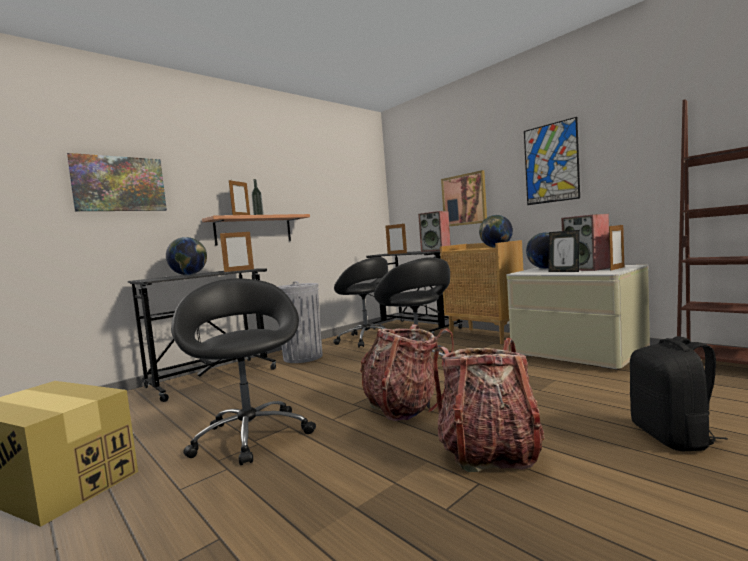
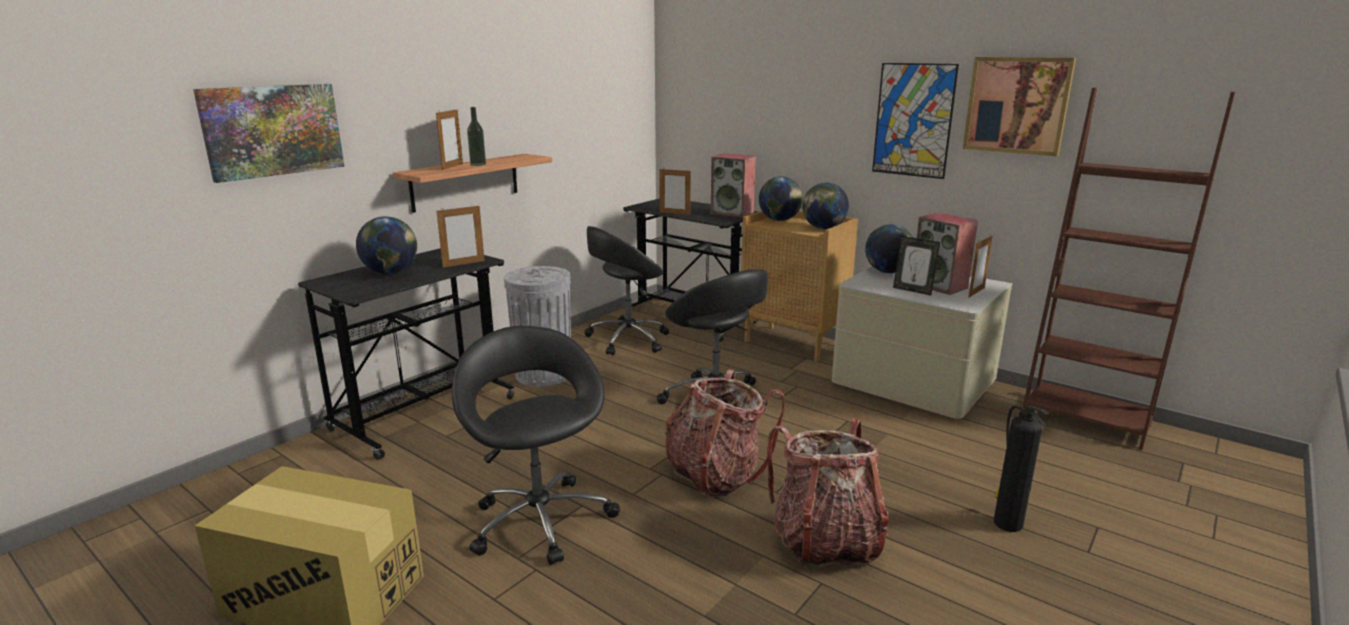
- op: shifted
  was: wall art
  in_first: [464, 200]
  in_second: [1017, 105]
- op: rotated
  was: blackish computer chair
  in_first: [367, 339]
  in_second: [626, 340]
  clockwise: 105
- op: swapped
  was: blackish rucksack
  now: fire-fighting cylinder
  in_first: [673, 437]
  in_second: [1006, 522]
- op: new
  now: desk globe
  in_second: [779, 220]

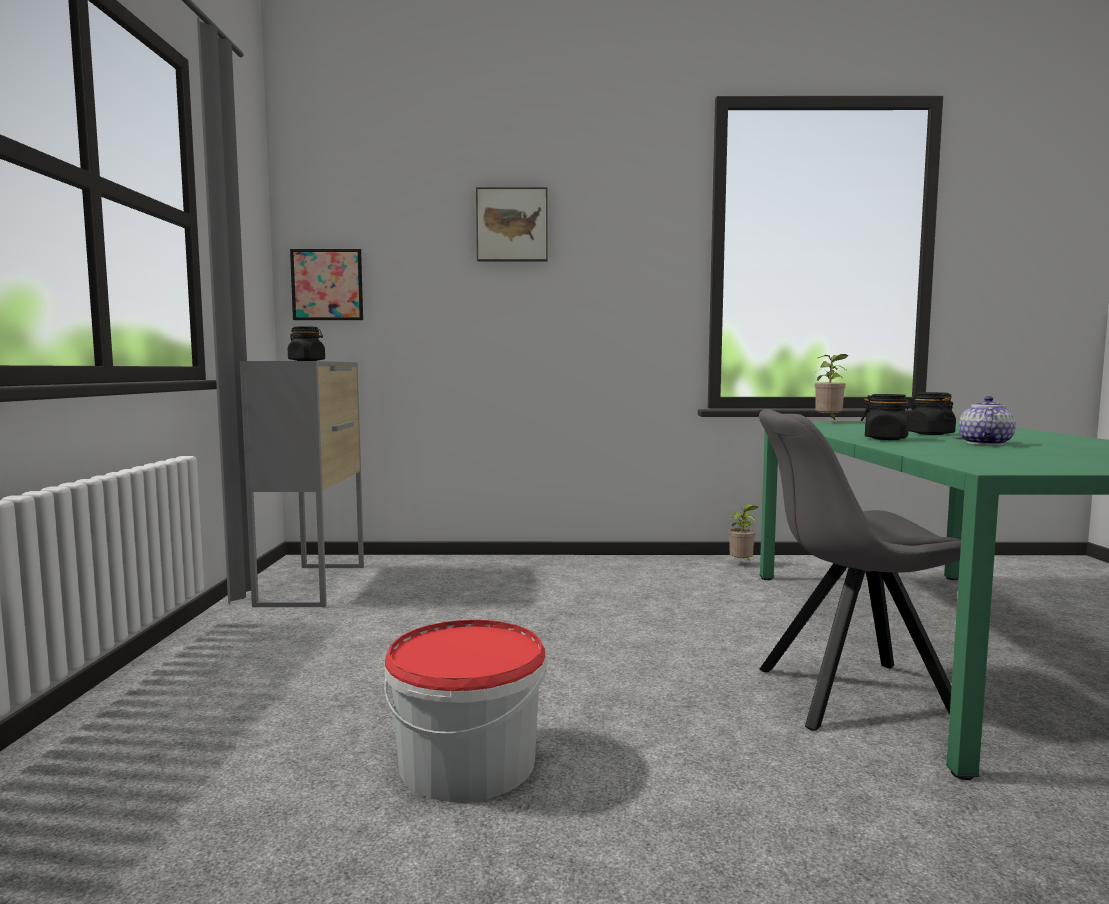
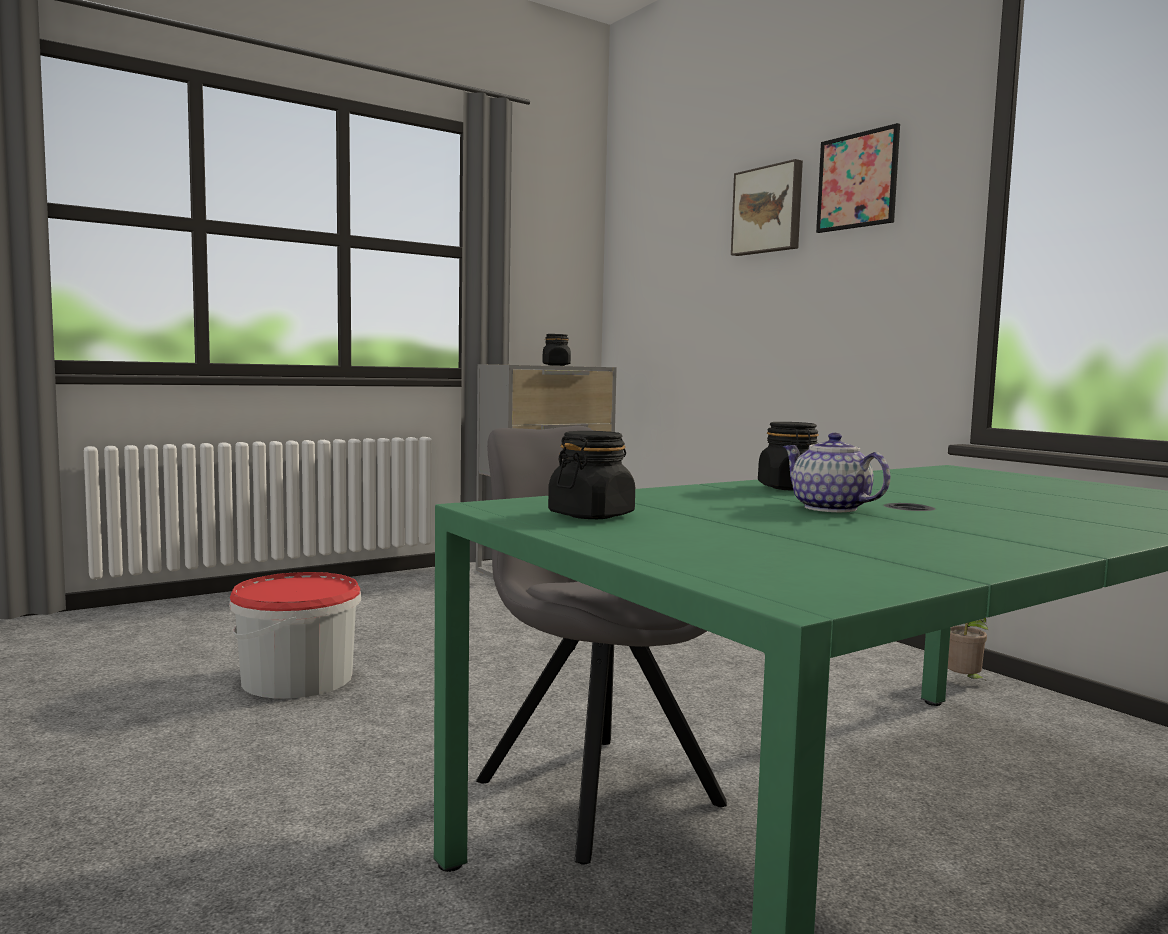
- op: shifted
  was: wall art
  in_first: [327, 285]
  in_second: [857, 181]
- op: gone
  was: plant in a pot
  in_first: [829, 421]
- op: shifted
  was: blackish jar
  in_first: [930, 434]
  in_second: [591, 515]
- op: rotated
  was: pot for tea
  in_first: [984, 443]
  in_second: [830, 508]
  clockwise: -120

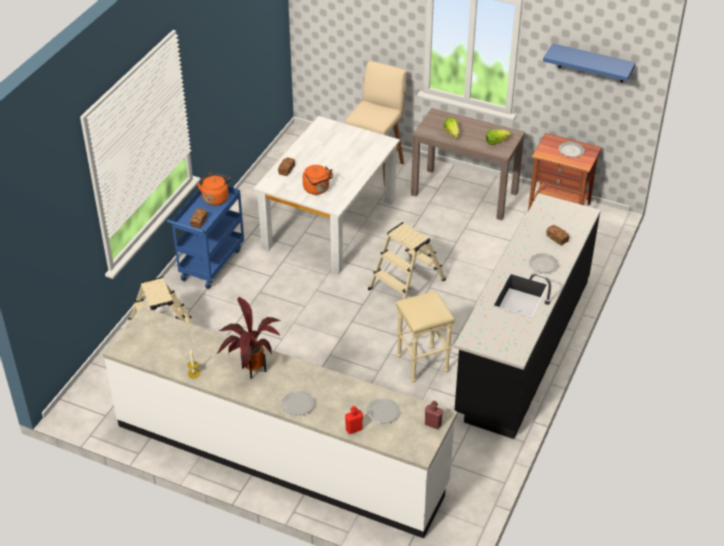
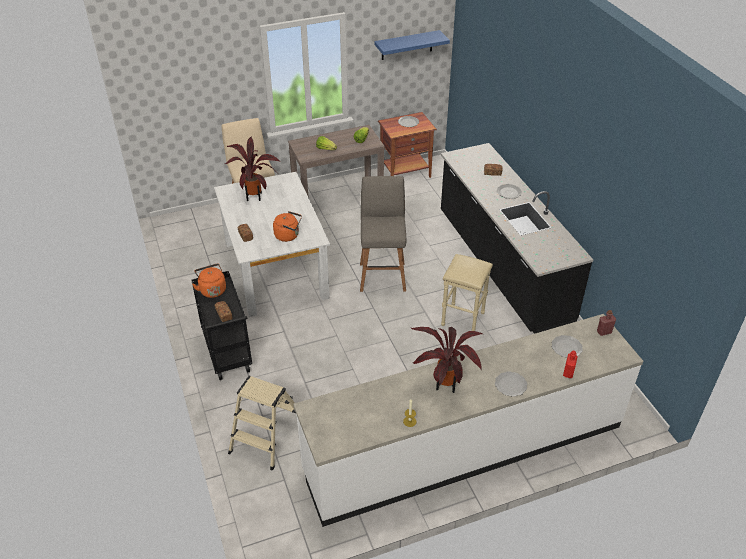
- op: repainted
  was: bluish trolley
  now: blackish trolley
  in_first: [211, 266]
  in_second: [228, 354]
- op: swapped
  was: beige-coloured step stool
  now: gray stool seat
  in_first: [407, 284]
  in_second: [382, 275]
- op: new
  now: plant in a pot
  in_second: [255, 195]

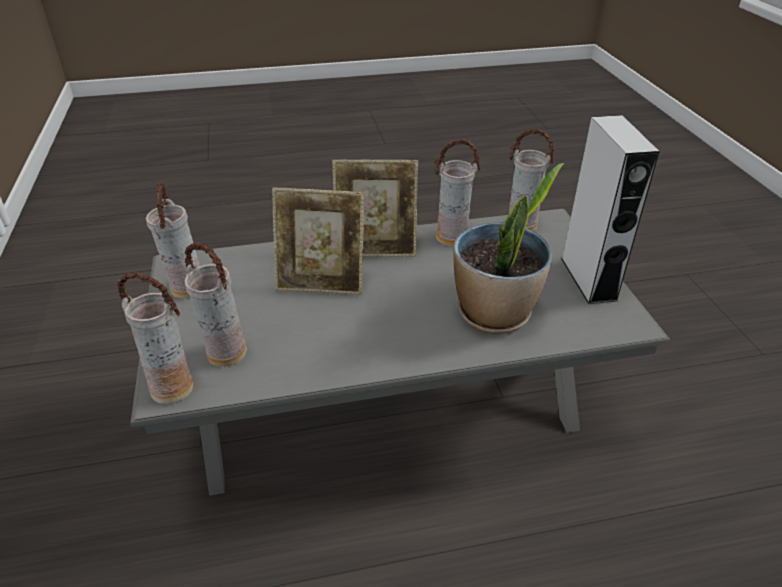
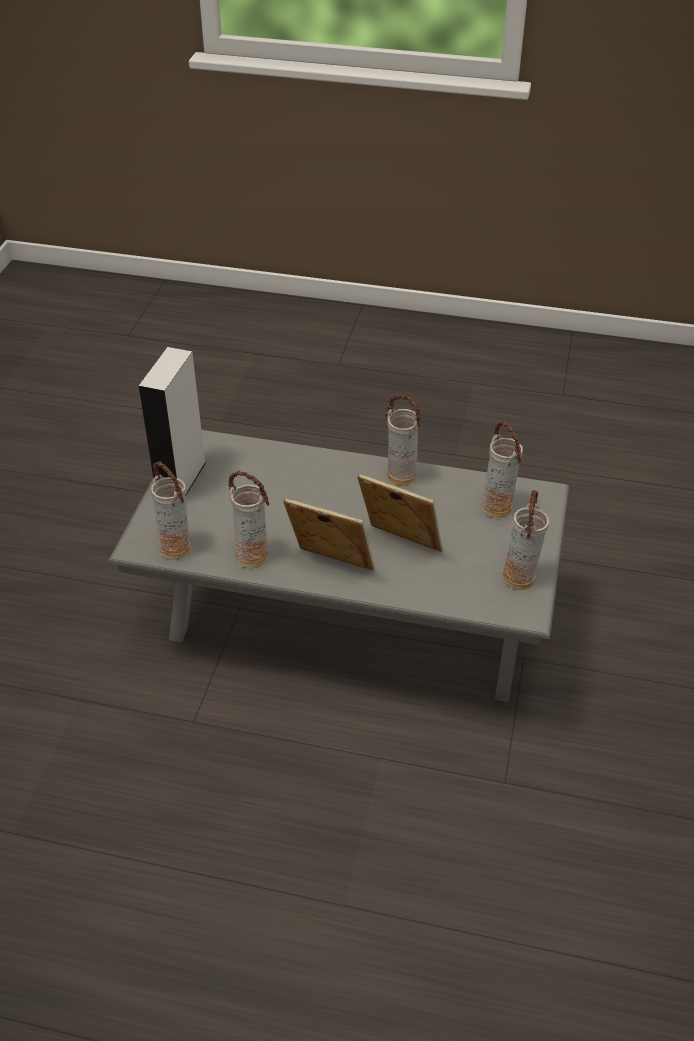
- op: gone
  was: plant in a pot
  in_first: [494, 314]
- op: shifted
  was: decorative vase
  in_first: [173, 387]
  in_second: [401, 477]

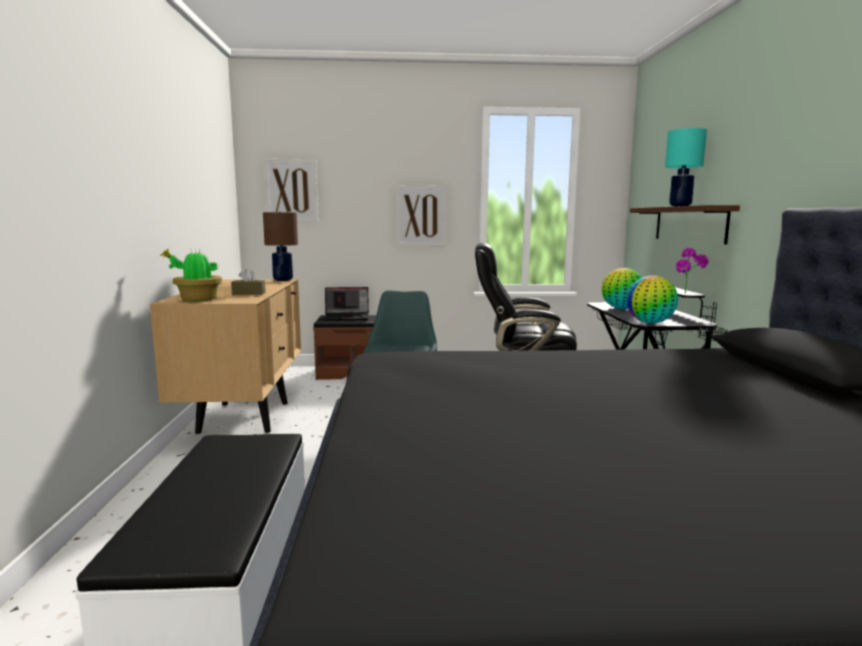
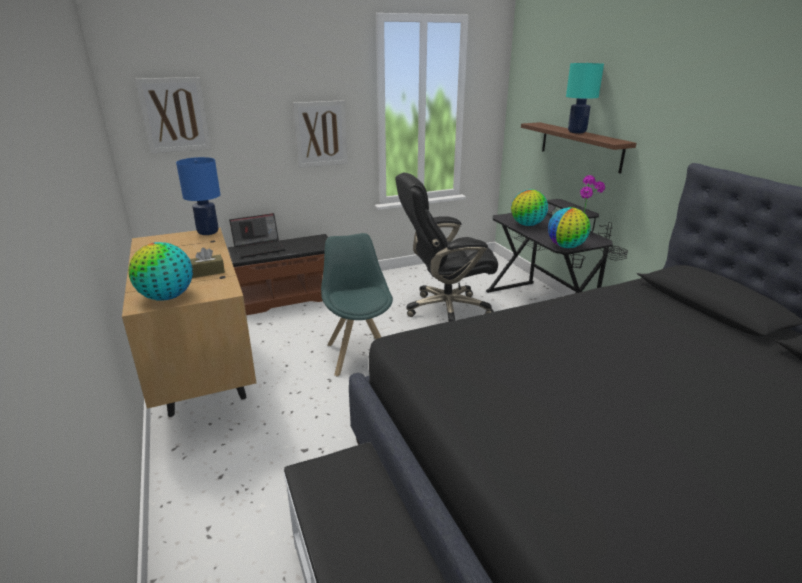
- op: repainted
  was: brown-coloured tabletop lamp
  now: bluish tabletop lamp
  in_first: [282, 280]
  in_second: [208, 233]
- op: swapped
  was: plant in a pot
  now: desk globe
  in_first: [197, 300]
  in_second: [167, 297]

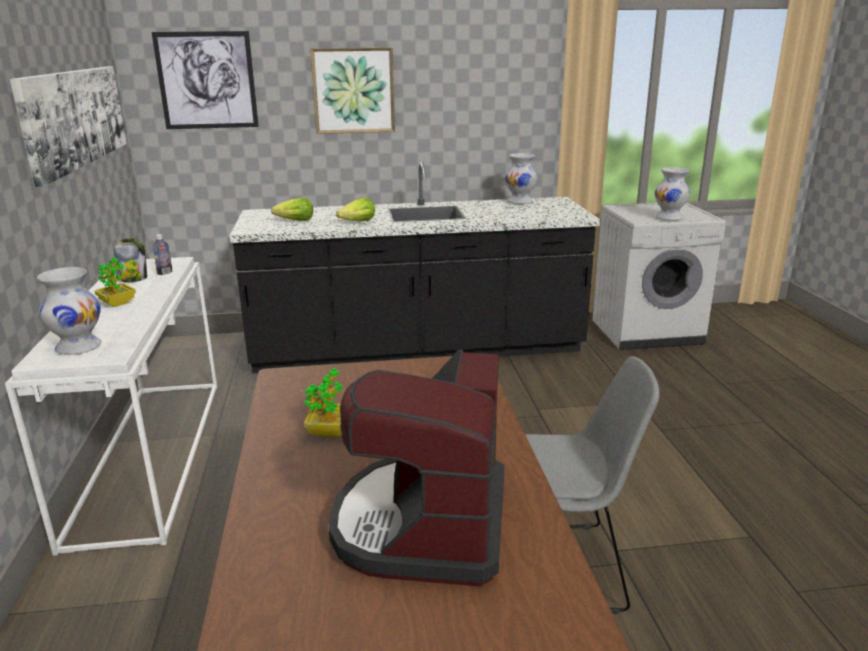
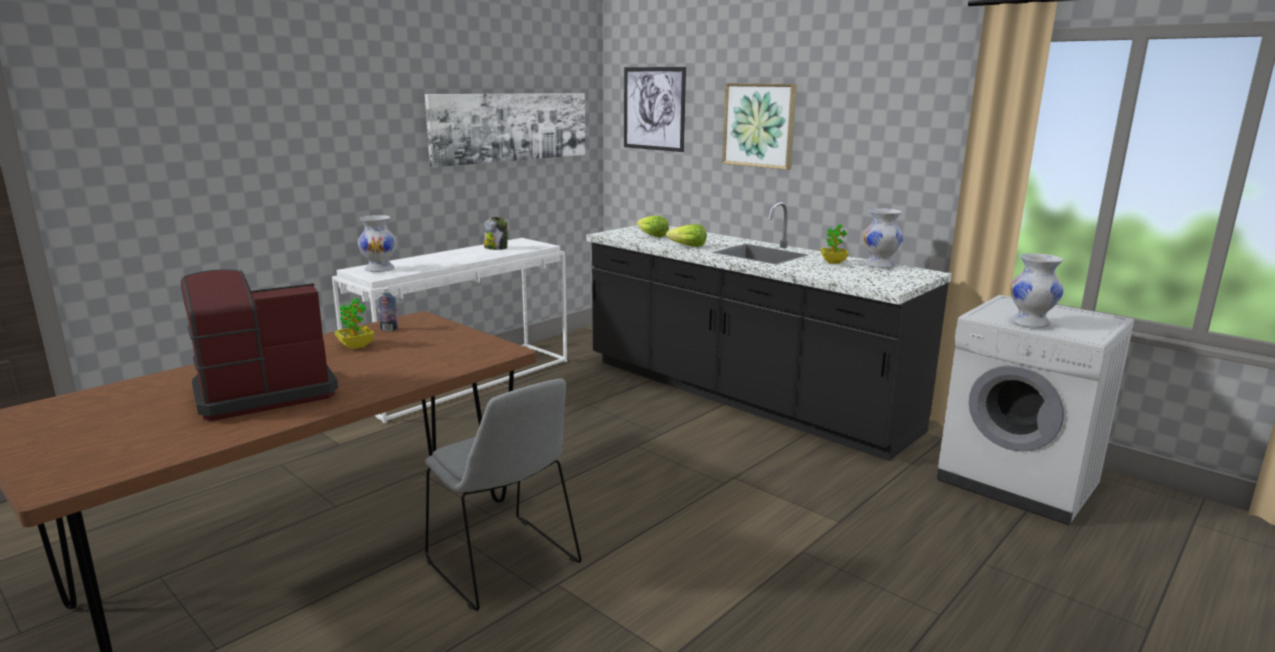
- op: shifted
  was: bottle
  in_first: [165, 273]
  in_second: [389, 329]
- op: shifted
  was: plant in a pot
  in_first: [117, 303]
  in_second: [833, 262]

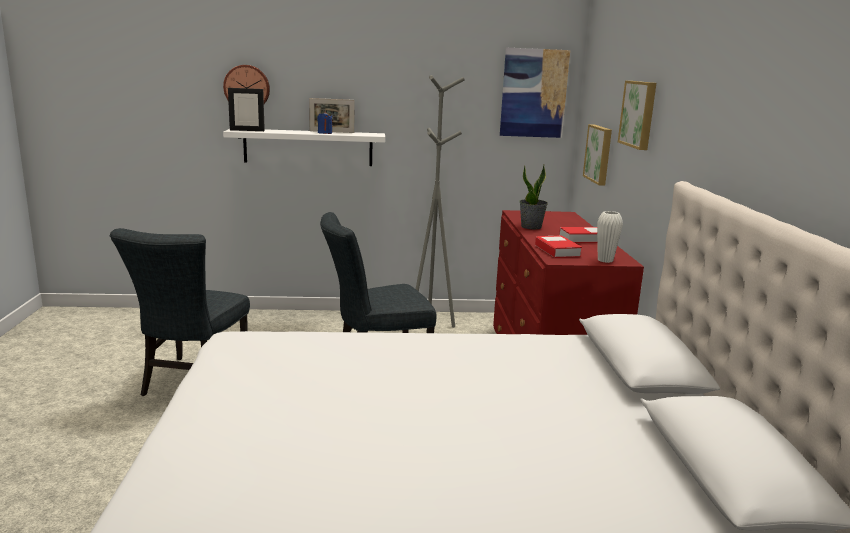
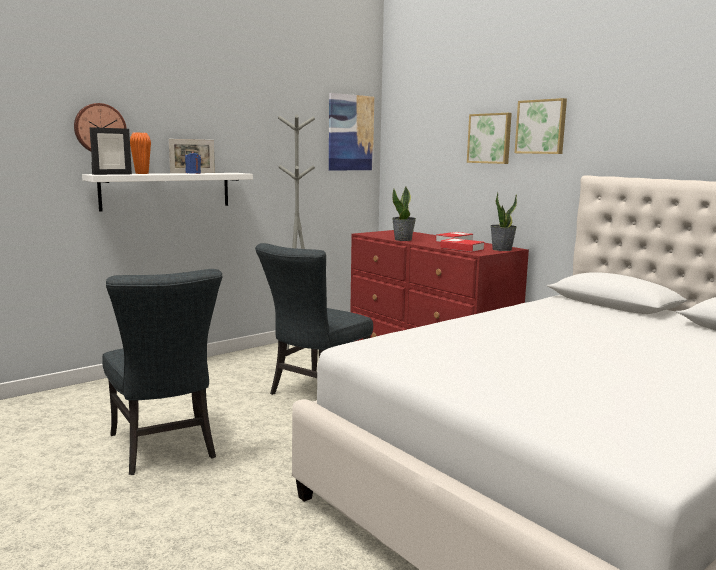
- op: shifted
  was: wall art
  in_first: [599, 154]
  in_second: [541, 127]
- op: swapped
  was: white decorative vase
  now: plant in a pot
  in_first: [605, 260]
  in_second: [501, 249]
- op: new
  now: orangey decorative vase
  in_second: [142, 173]

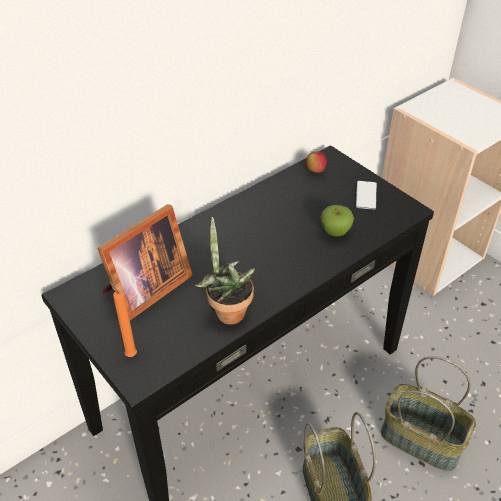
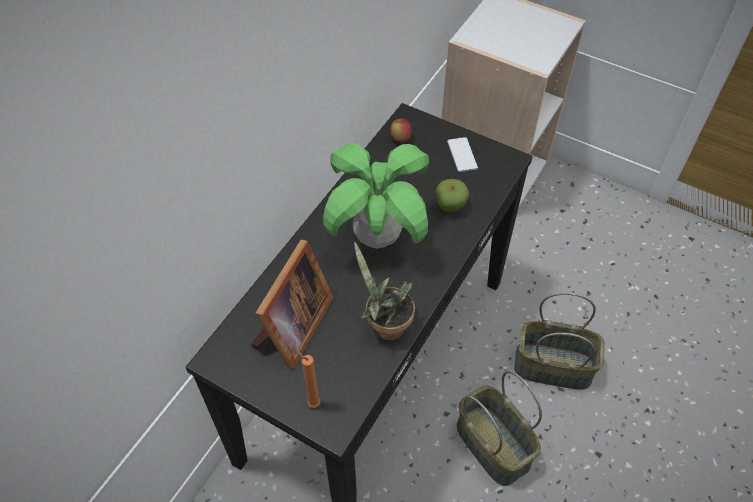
- op: new
  now: plant in a pot
  in_second: [378, 237]

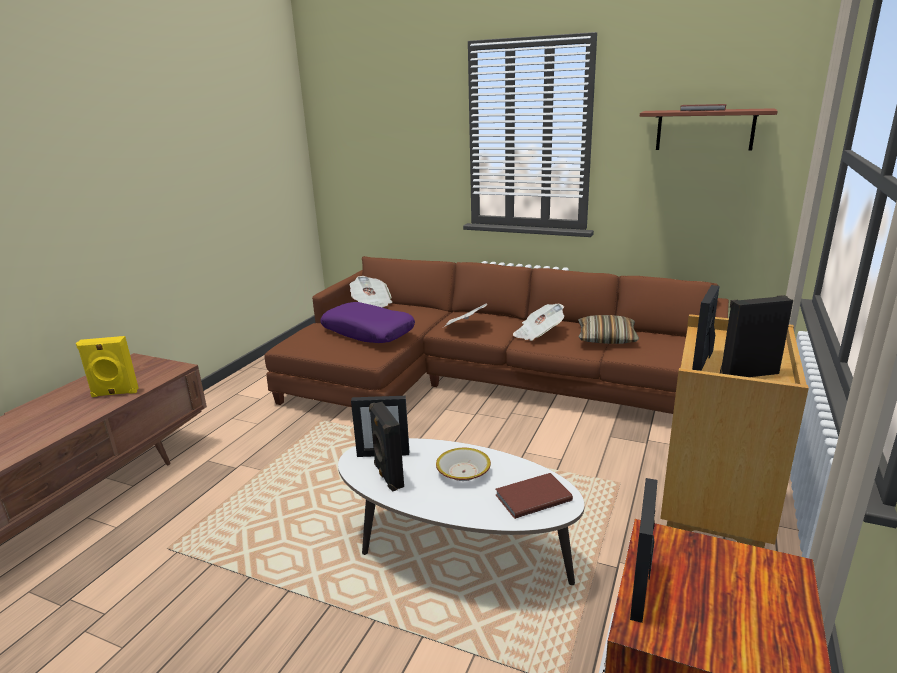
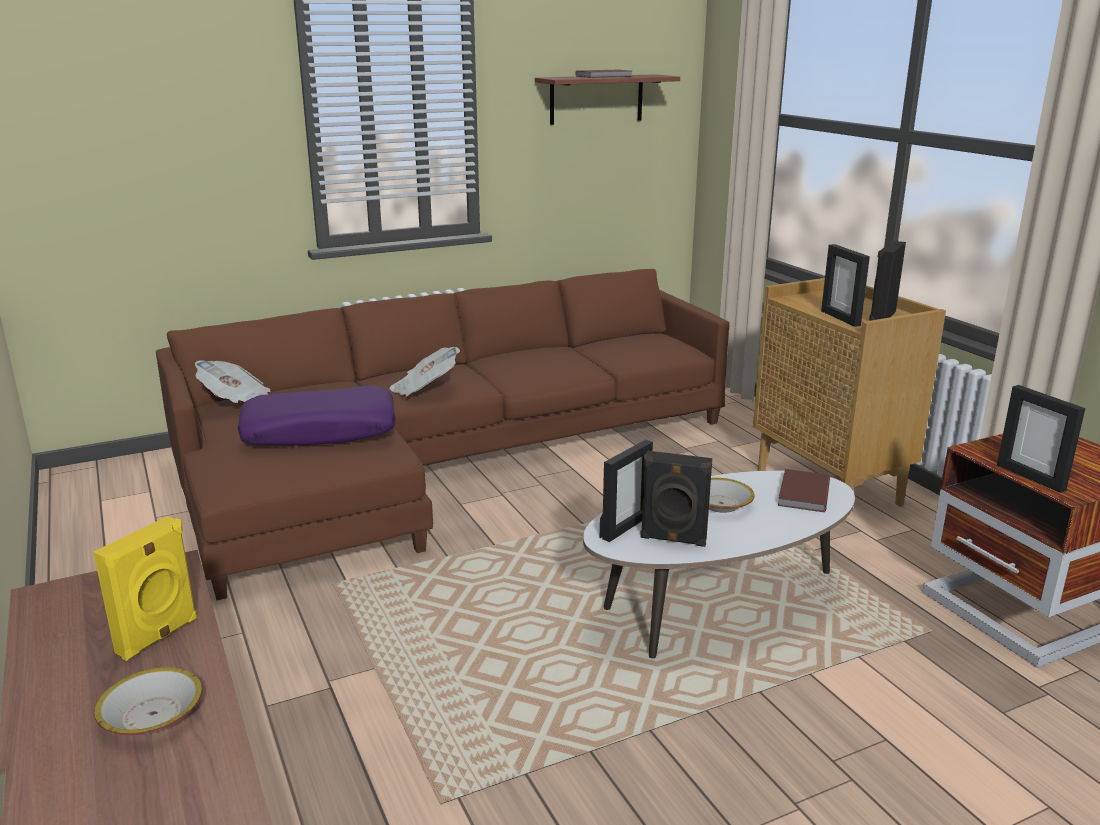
- op: gone
  was: daily paper
  in_first: [538, 334]
- op: gone
  was: pillow
  in_first: [606, 338]
- op: new
  now: serving bowl
  in_second: [153, 715]

